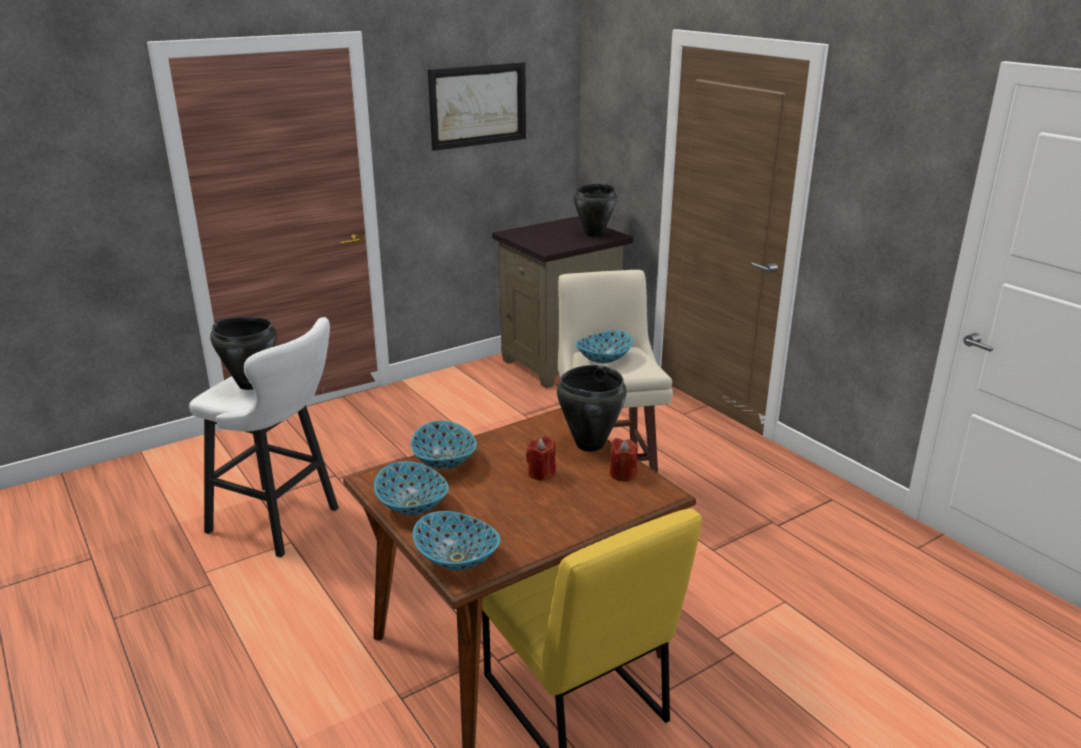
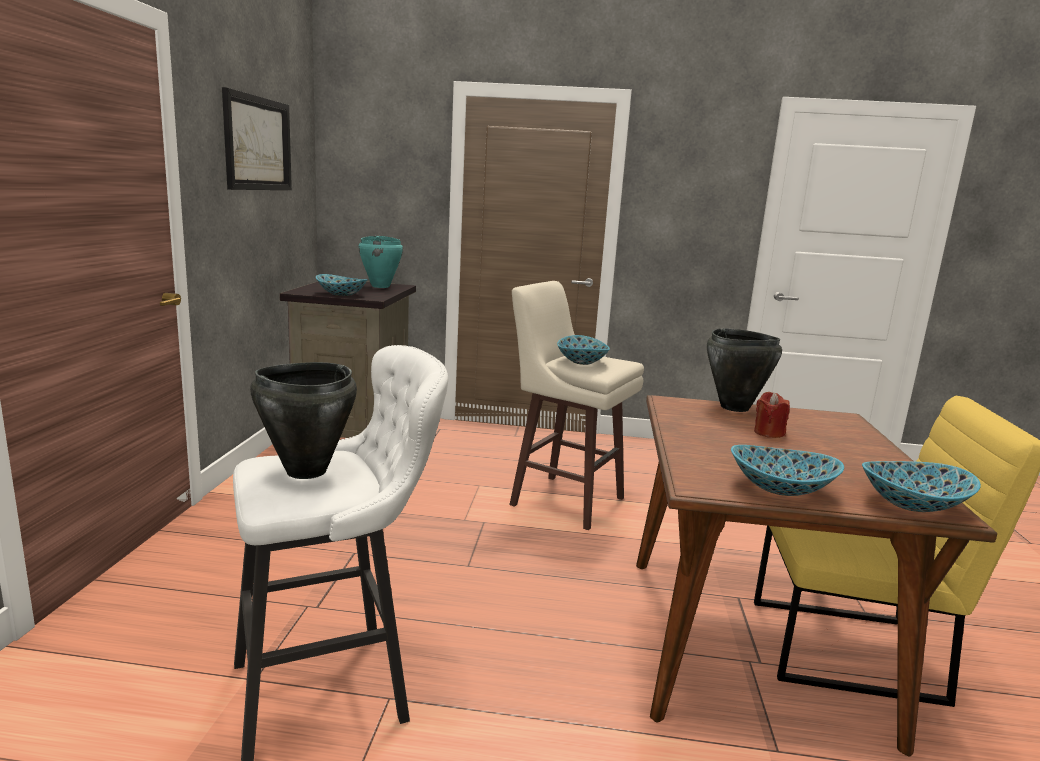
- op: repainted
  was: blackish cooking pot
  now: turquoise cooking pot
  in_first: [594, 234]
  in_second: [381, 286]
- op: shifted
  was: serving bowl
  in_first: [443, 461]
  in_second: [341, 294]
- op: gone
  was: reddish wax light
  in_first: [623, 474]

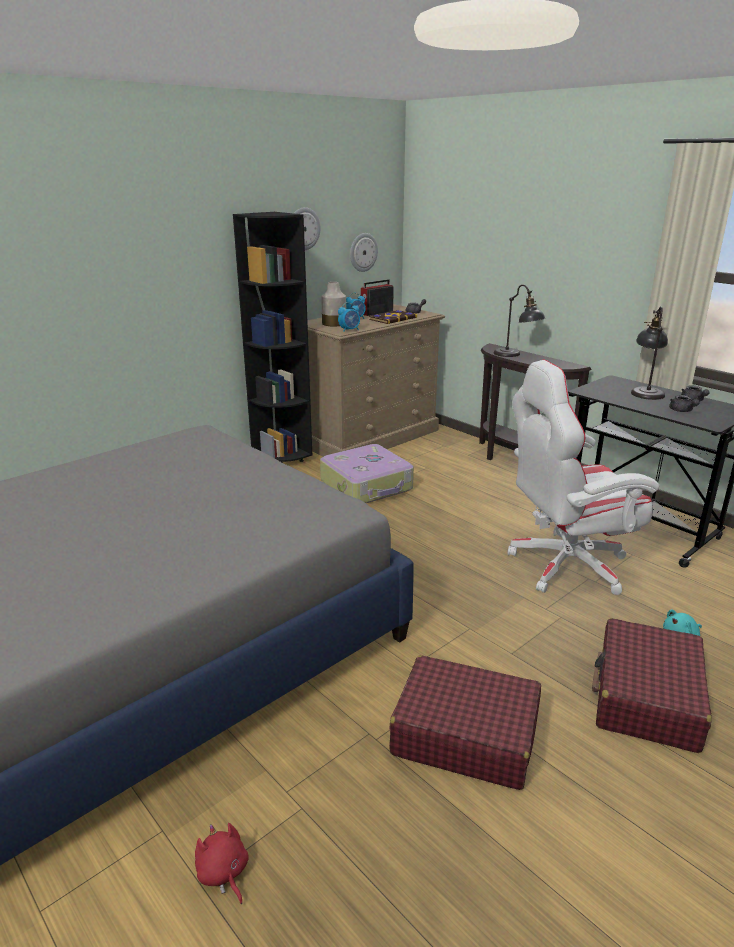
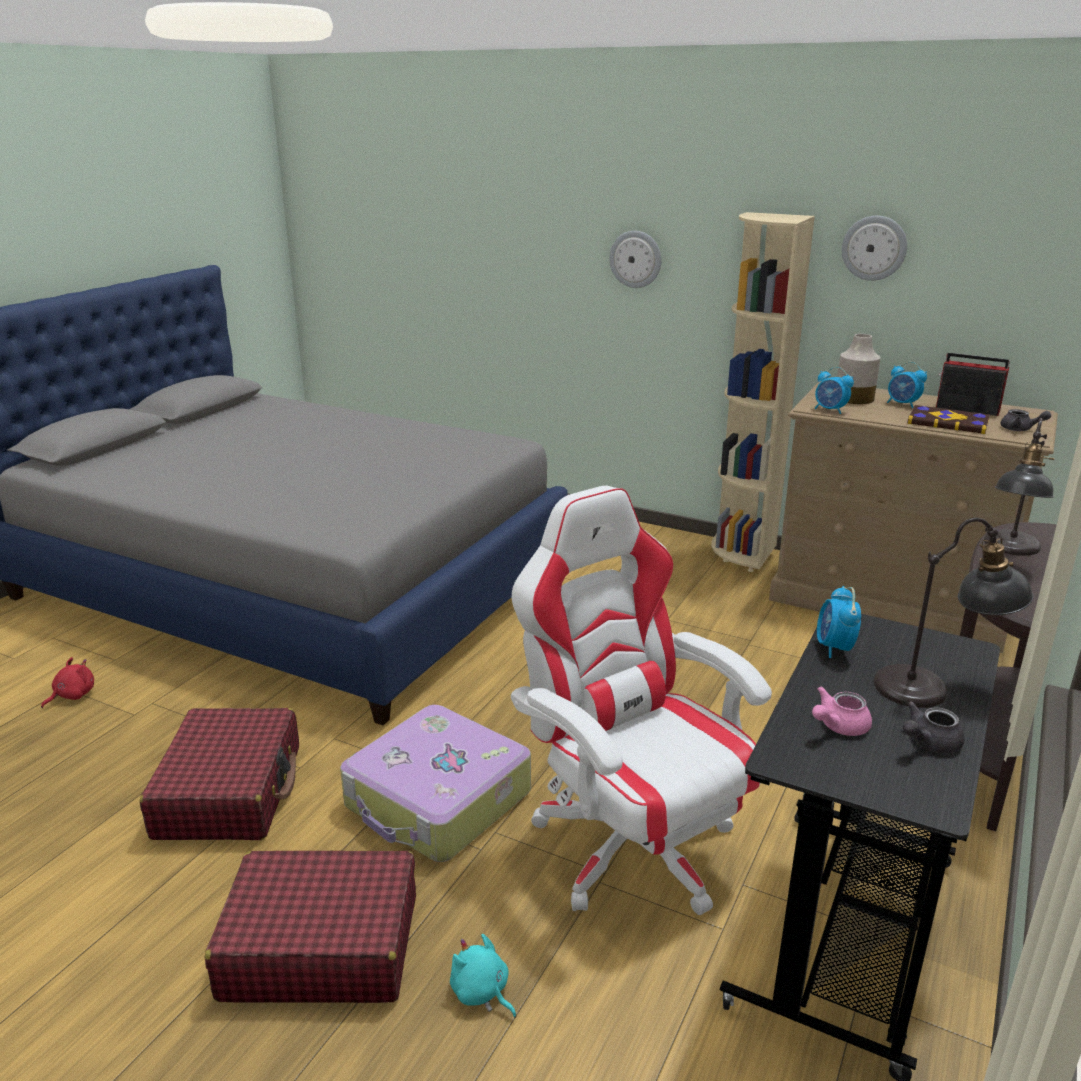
- op: repainted
  was: blackish bookshelf
  now: beige-coloured bookshelf
  in_first: [282, 459]
  in_second: [740, 558]
- op: shifted
  was: wall clock
  in_first: [363, 252]
  in_second: [636, 259]
- op: repainted
  was: gray pot for tea
  now: pinkish pot for tea
  in_first: [682, 411]
  in_second: [838, 726]
- op: shifted
  was: travel case
  in_first: [367, 486]
  in_second: [438, 801]
- op: new
  now: alarm clock
  in_second: [834, 648]

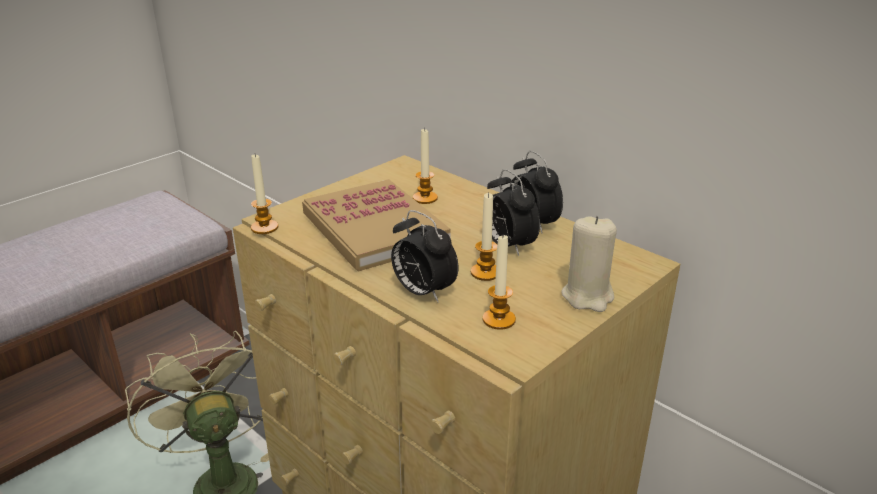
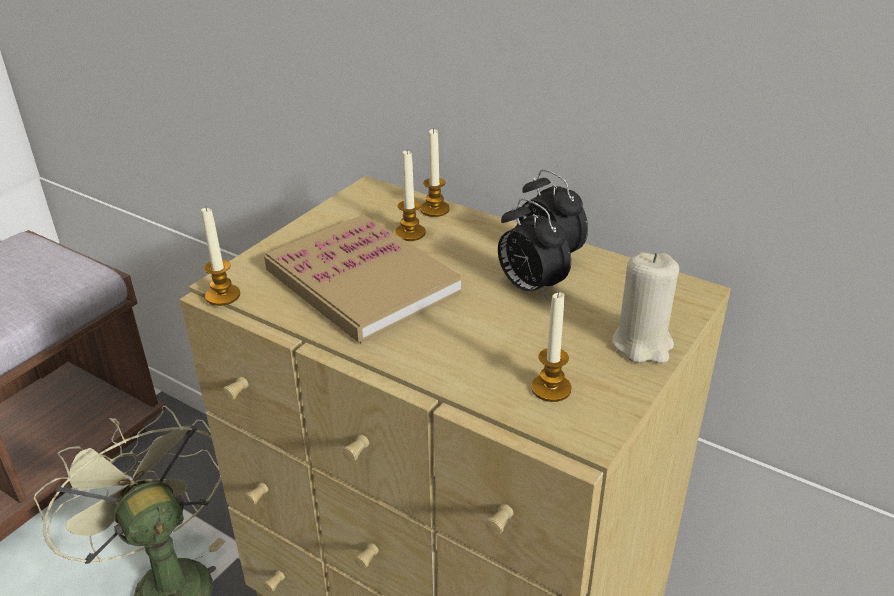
- op: shifted
  was: wax light
  in_first: [485, 272]
  in_second: [435, 209]
- op: gone
  was: alarm clock
  in_first: [422, 292]

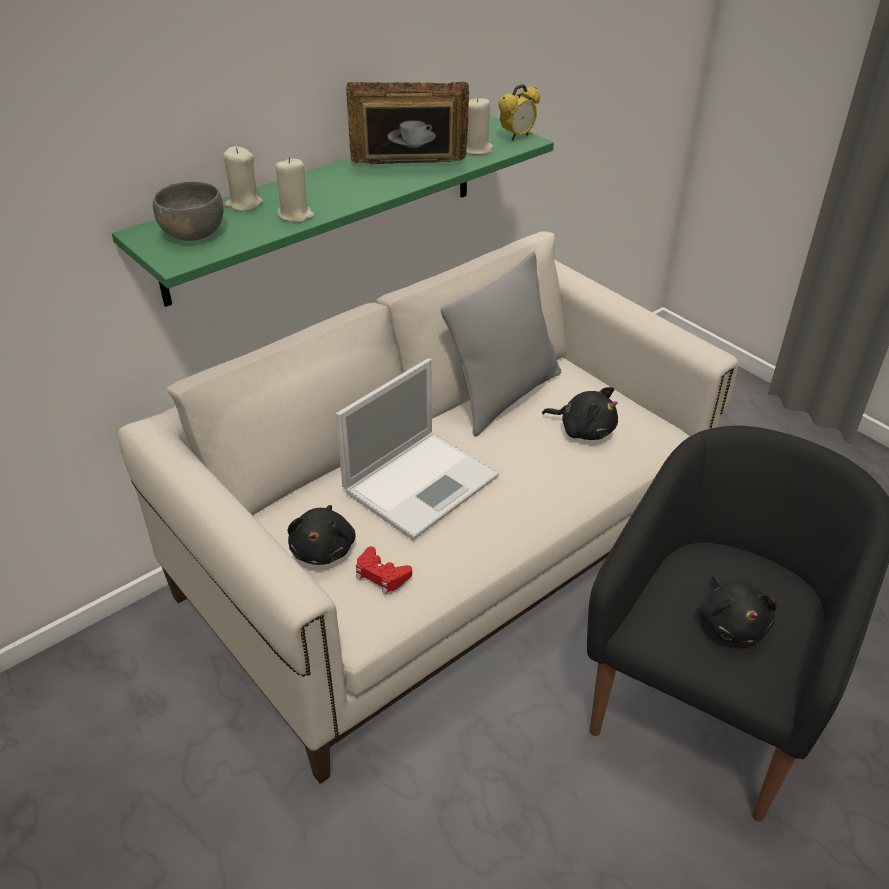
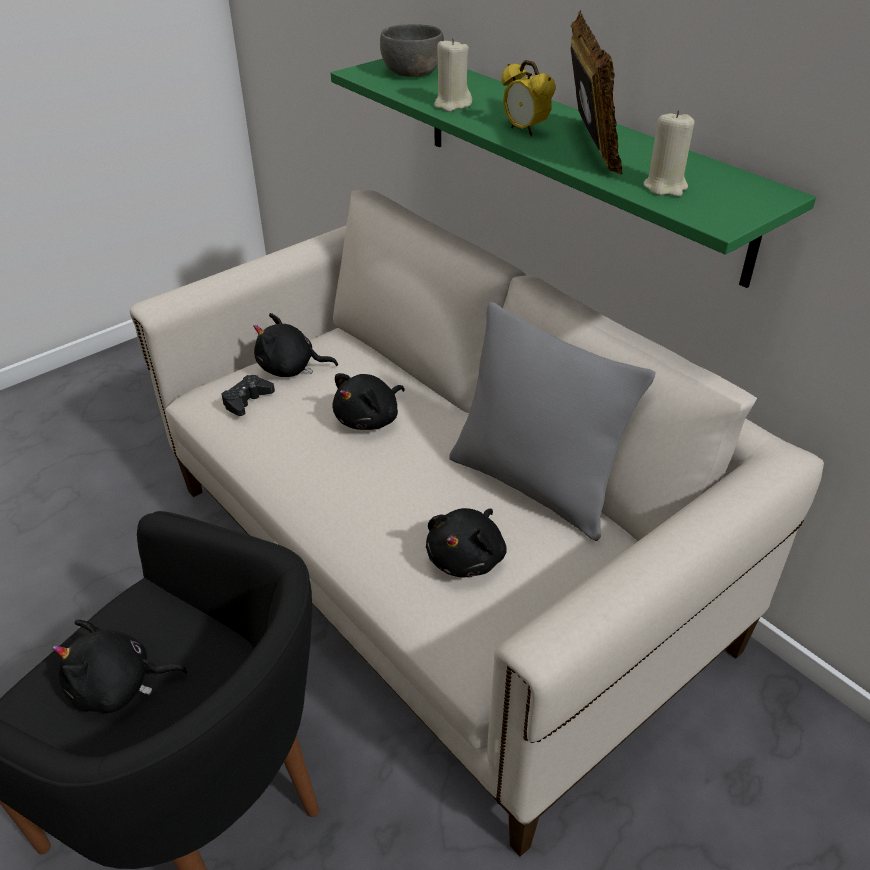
- op: shifted
  was: alarm clock
  in_first: [517, 137]
  in_second: [525, 131]
- op: gone
  was: beige-coloured wax light
  in_first: [244, 204]
- op: swapped
  was: notebook computer
  now: blackish cuddly toy
  in_first: [422, 482]
  in_second: [370, 419]
- op: repainted
  was: reddish gamepad
  now: blackish gamepad
  in_first: [381, 574]
  in_second: [247, 400]

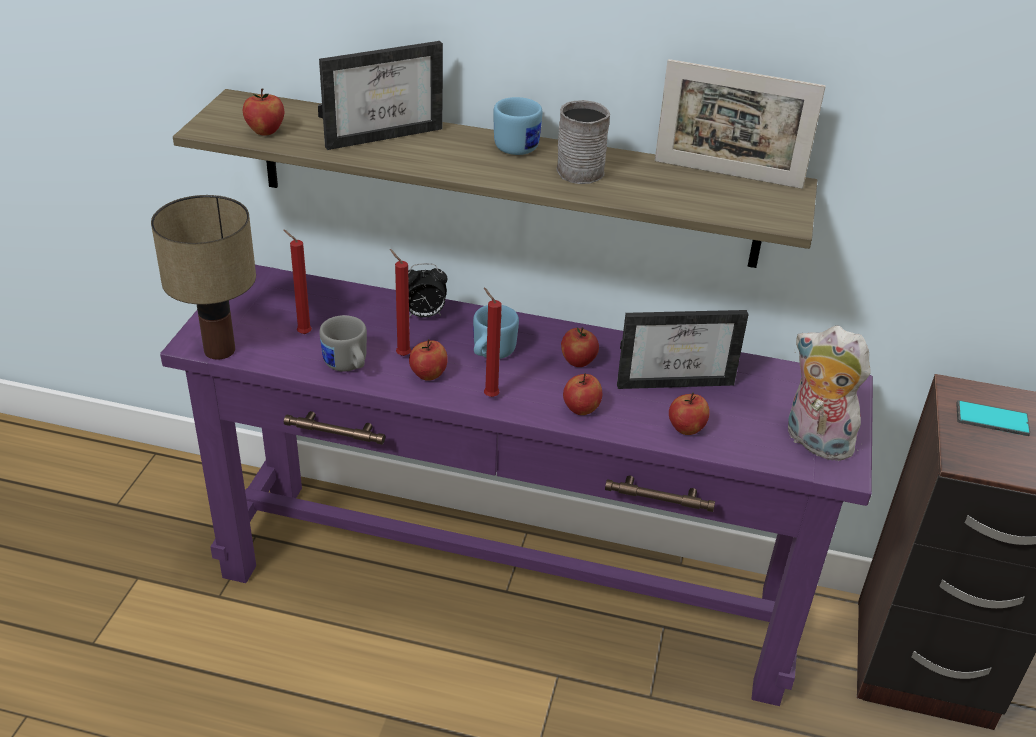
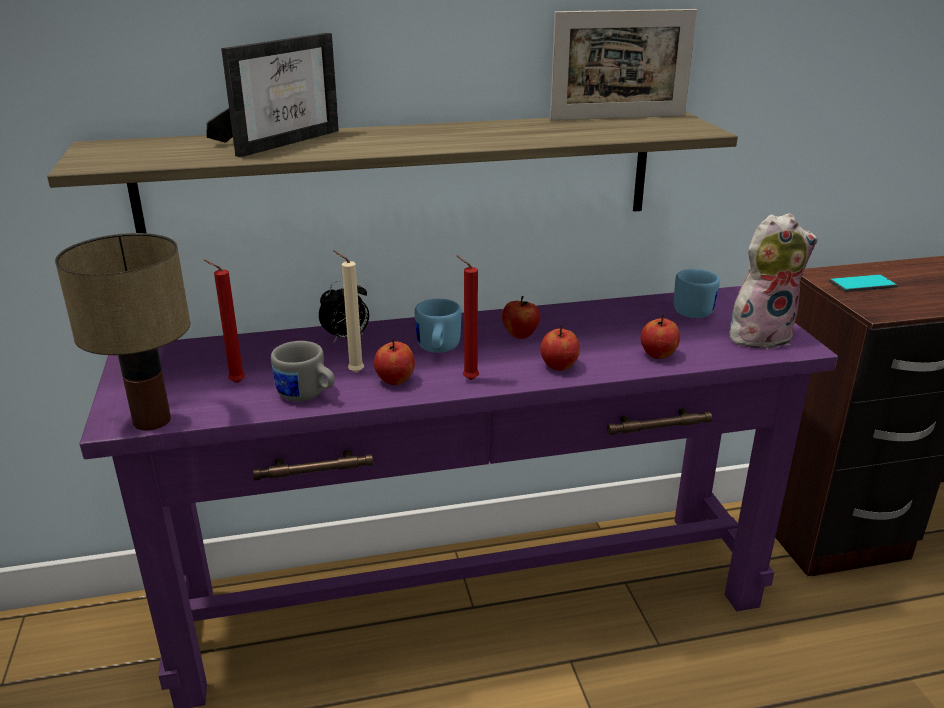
- op: gone
  was: apple fruit
  in_first: [265, 131]
- op: shifted
  was: bluish tea mug
  in_first: [520, 145]
  in_second: [692, 309]
- op: gone
  was: gray tea mug
  in_first: [578, 168]
- op: repainted
  was: reddish wax light
  now: beige-coloured wax light
  in_first: [401, 355]
  in_second: [353, 372]
- op: gone
  was: photo frame
  in_first: [675, 377]
- op: rotated
  was: cuddly toy
  in_first: [814, 442]
  in_second: [760, 335]
  clockwise: 150

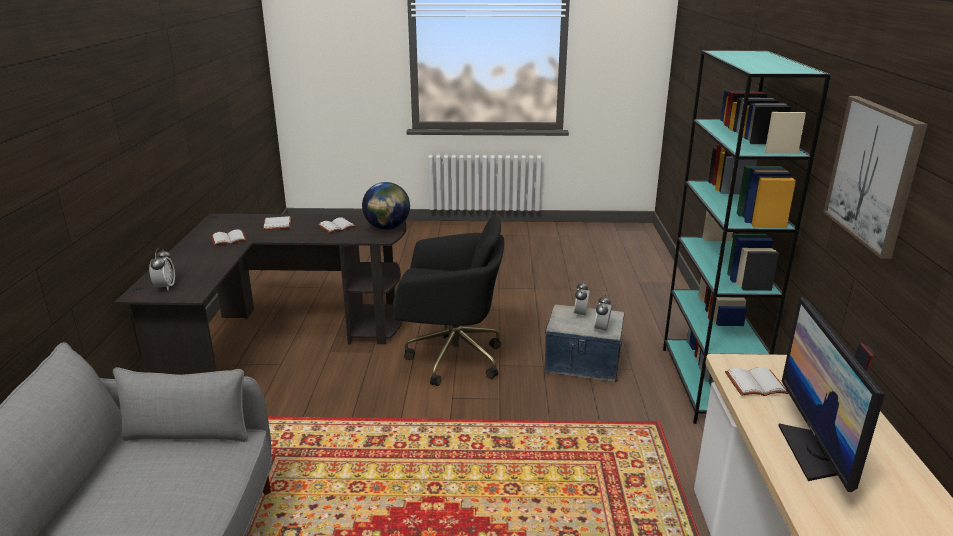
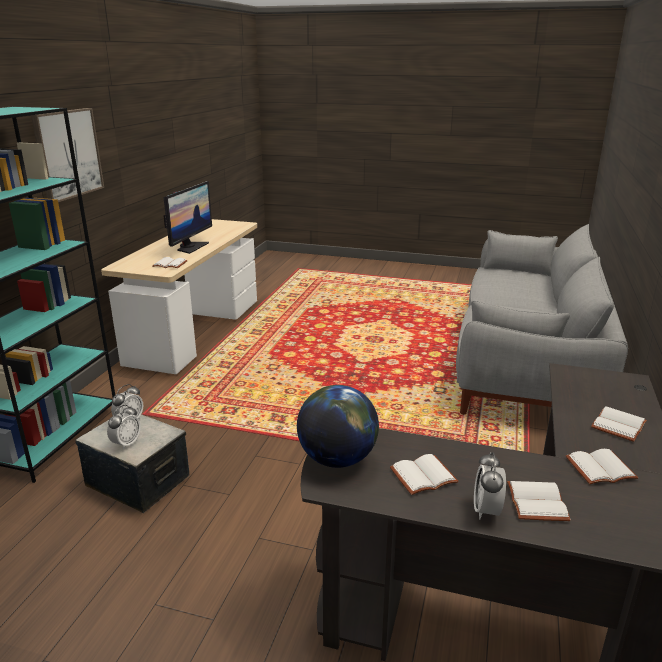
- op: gone
  was: blackish computer chair
  in_first: [450, 360]
- op: shifted
  was: alarm clock
  in_first: [165, 287]
  in_second: [486, 510]
- op: new
  now: white book
  in_second: [619, 426]

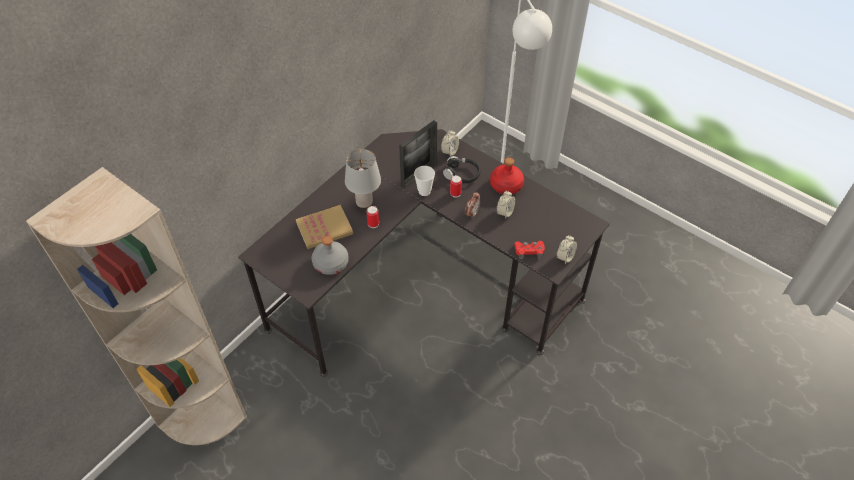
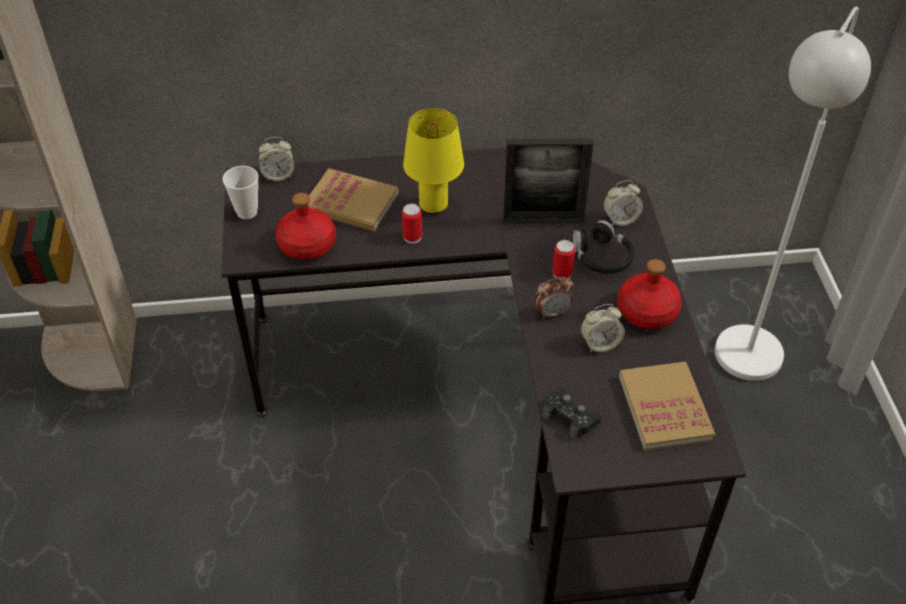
- op: repainted
  was: gray tabletop lamp
  now: yellowish tabletop lamp
  in_first: [364, 202]
  in_second: [434, 206]
- op: shifted
  was: cup
  in_first: [424, 191]
  in_second: [247, 212]
- op: shifted
  was: alarm clock
  in_first: [565, 257]
  in_second: [278, 175]
- op: repainted
  was: gray bottle
  now: reddish bottle
  in_first: [331, 263]
  in_second: [307, 245]
- op: repainted
  was: reddish gamepad
  now: blackish gamepad
  in_first: [529, 251]
  in_second: [570, 417]
- op: new
  now: book
  in_second: [665, 408]

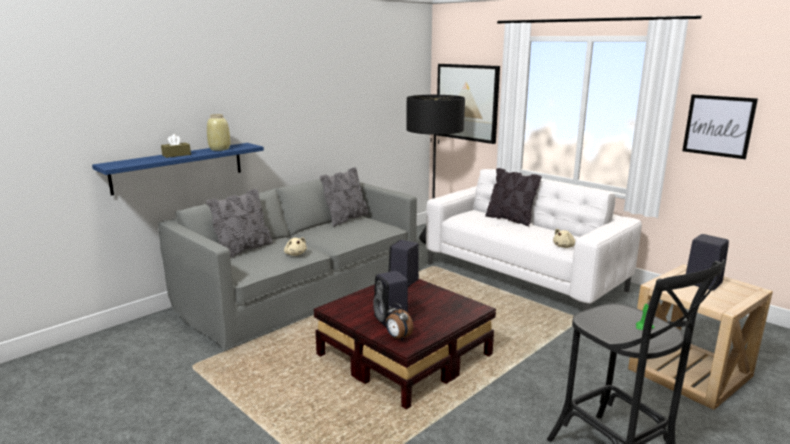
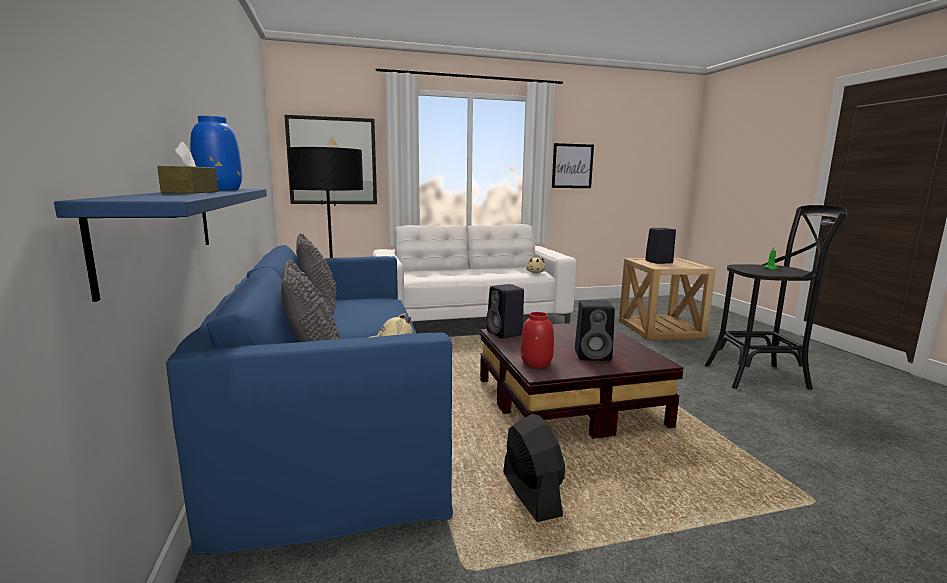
- op: repainted
  was: beige-coloured decorative vase
  now: bluish decorative vase
  in_first: [220, 149]
  in_second: [219, 189]
- op: gone
  was: blackish pillow
  in_first: [510, 220]
- op: repainted
  was: gray settee
  now: bluish settee
  in_first: [301, 290]
  in_second: [334, 417]
- op: gone
  was: alarm clock
  in_first: [398, 337]
- op: new
  now: reddish decorative vase
  in_second: [536, 363]
- op: new
  now: blackish fan
  in_second: [531, 494]

